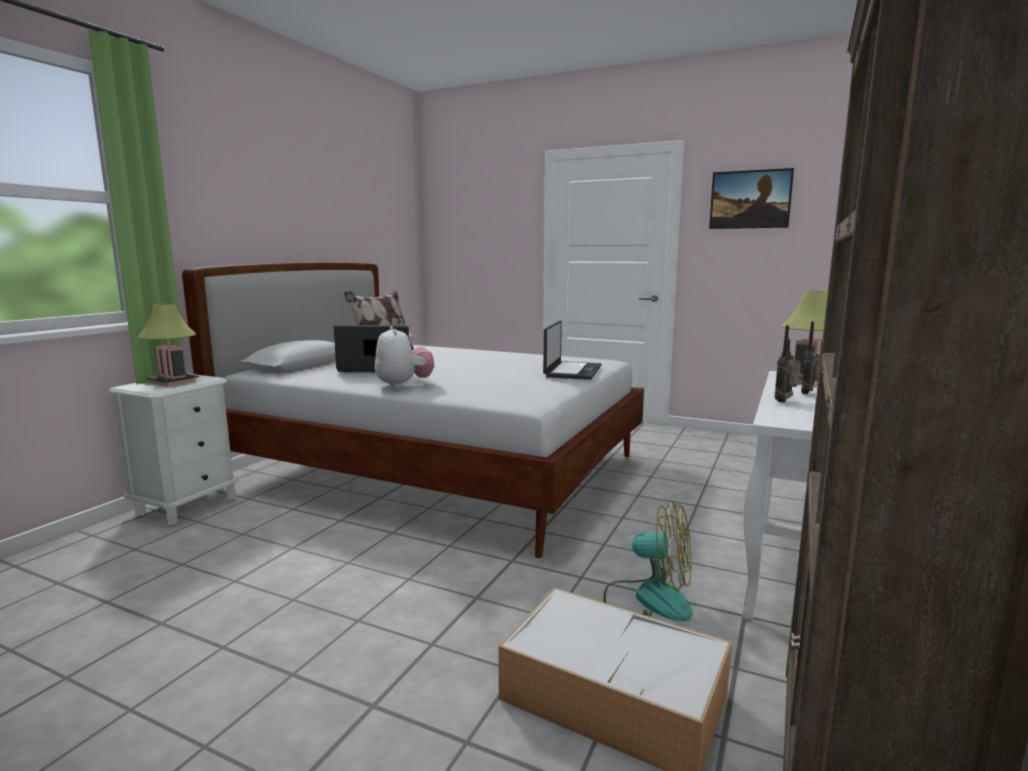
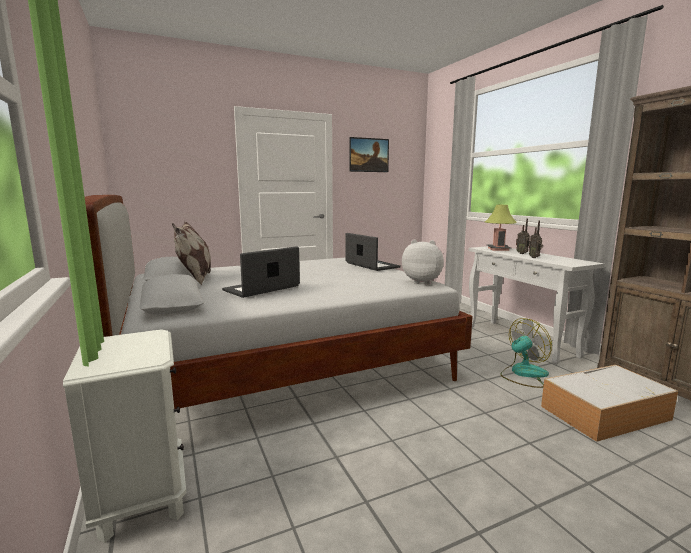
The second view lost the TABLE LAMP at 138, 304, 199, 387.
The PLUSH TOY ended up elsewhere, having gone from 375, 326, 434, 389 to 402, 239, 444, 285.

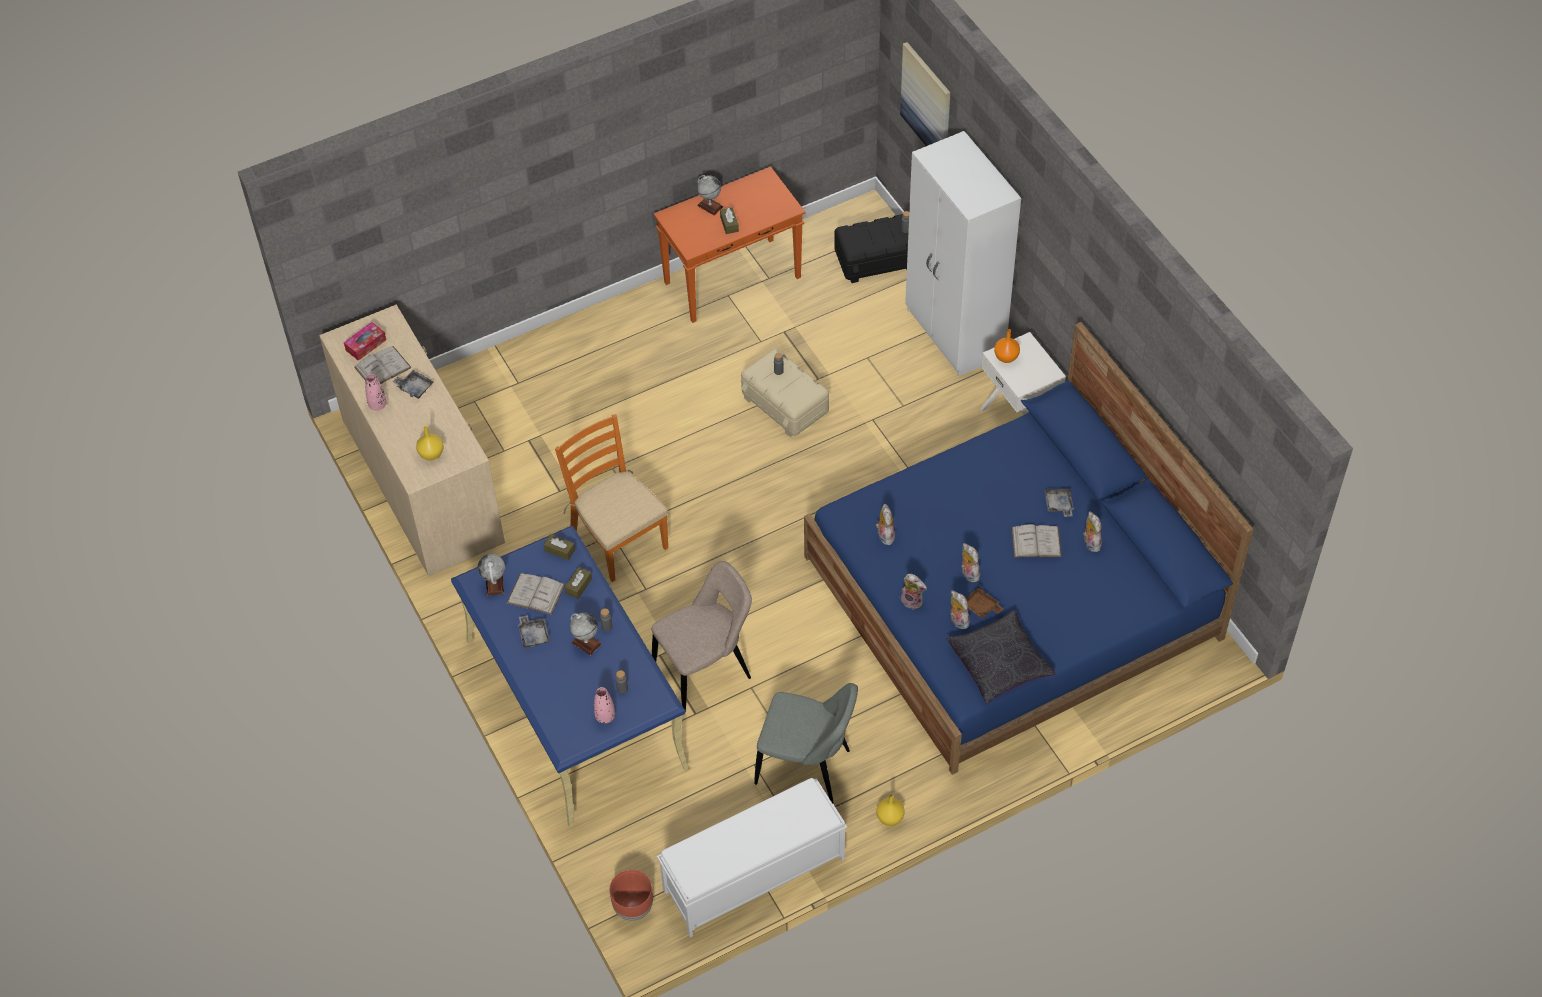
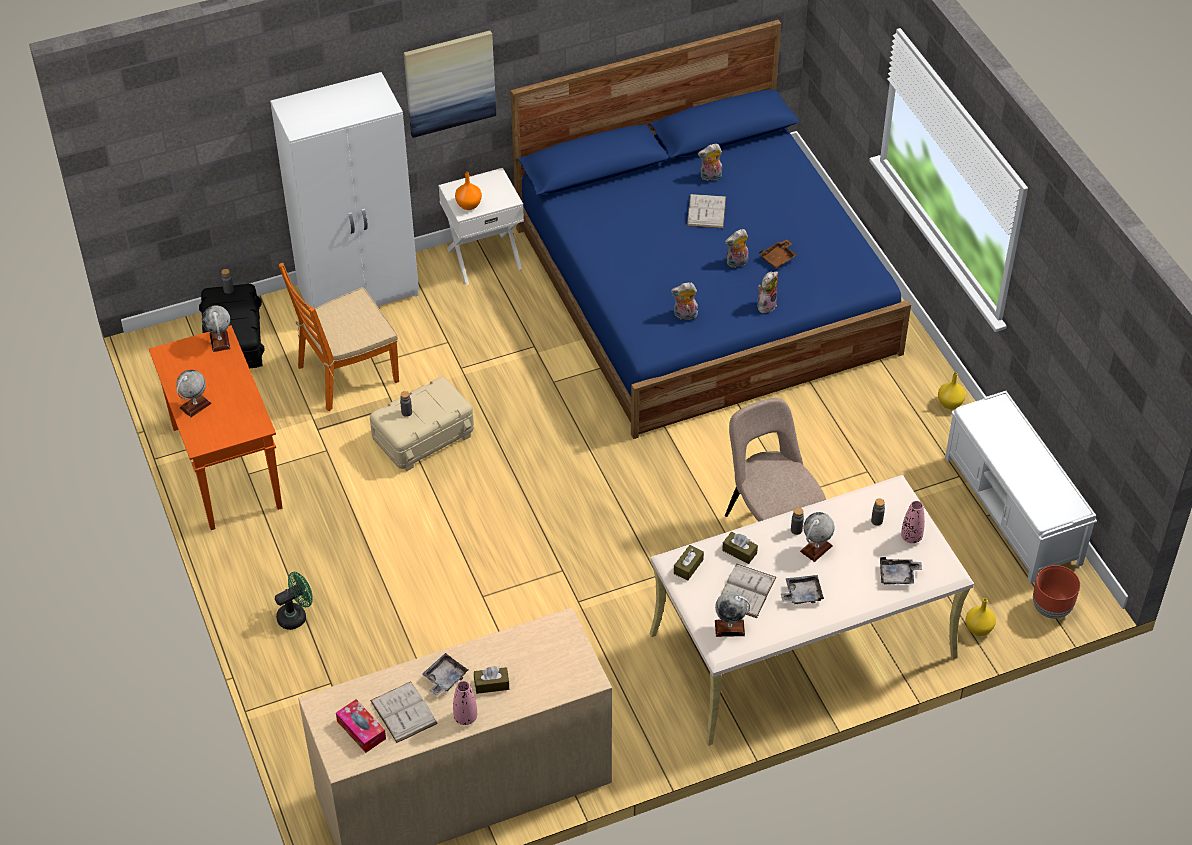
The YELLOW-COLOURED VASE ended up elsewhere, having gone from 416, 426, 444, 461 to 965, 598, 996, 636.
What was the BLUE-COLOURED DESK at 451, 525, 690, 827 turned into the BEIGE-COLOURED DESK at 650, 475, 974, 746.
The ORANGE UPRIGHT CHAIR ended up elsewhere, having gone from 555, 414, 668, 582 to 279, 263, 399, 411.
The BROWN-COLOURED TISSUE HOLDER ended up elsewhere, having gone from 720, 207, 739, 234 to 474, 666, 509, 694.
The second view lost the GREY UPRIGHT CHAIR at 754, 683, 858, 803.
The WALL ART ended up elsewhere, having gone from 900, 42, 950, 146 to 404, 31, 496, 138.
The second view lost the BLACKISH THROW PILLOW at 946, 610, 1056, 703.
The second view lost the PLUSH TOY at 950, 591, 970, 629.
The GREY TRAY ended up elsewhere, having gone from 1044, 488, 1074, 517 to 880, 557, 922, 584.
The second view gained the DESK GLOBE at 202, 305, 231, 352.
The second view gained the GREEN-COLOURED FAN at 275, 572, 313, 630.

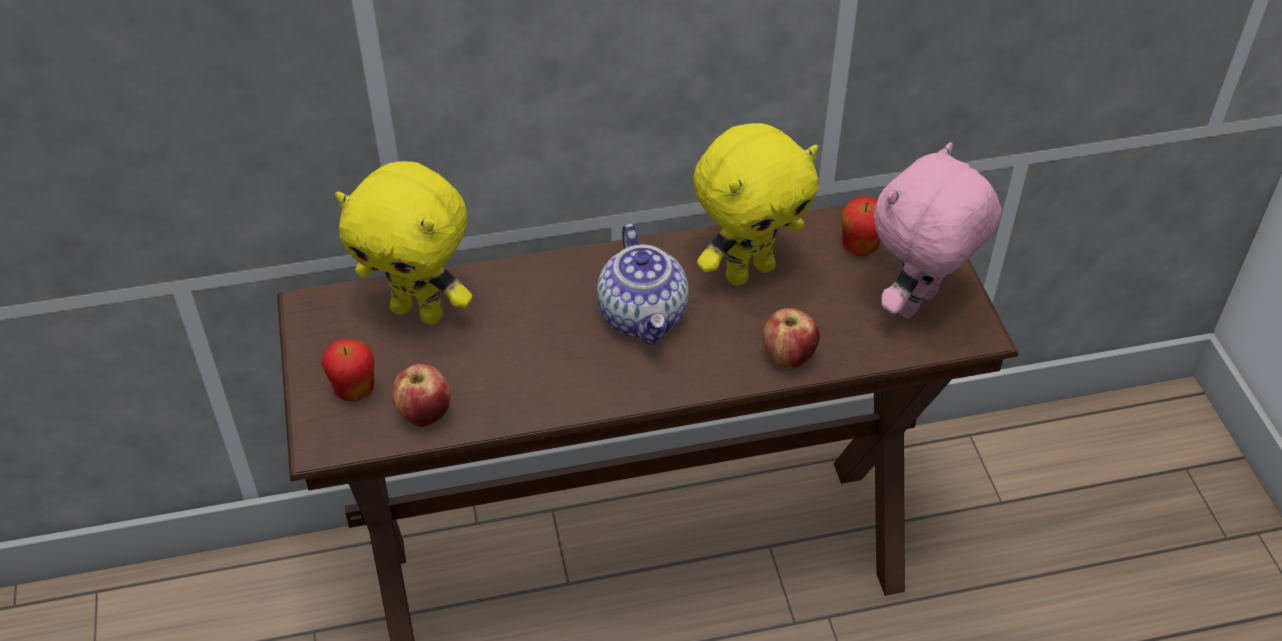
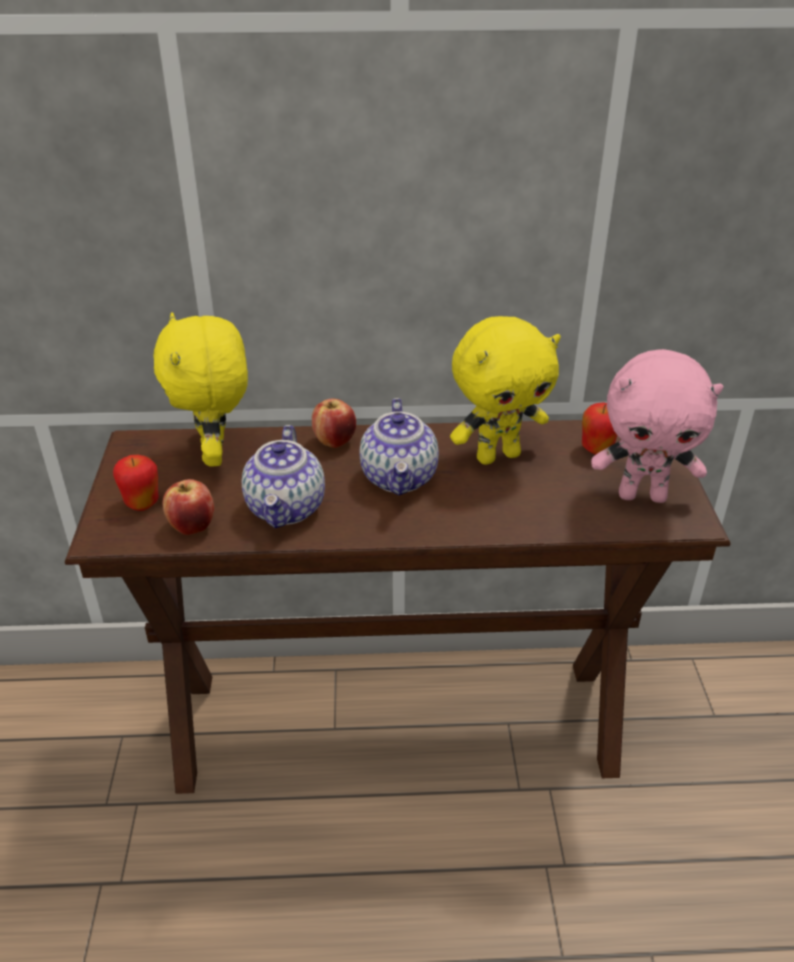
The YELLOW-COLOURED PLUSH TOY at 335, 161, 472, 325 ended up facing another way, 45 degrees clockwise from before.
The APPLE FRUIT ended up elsewhere, having gone from 762, 308, 820, 369 to 312, 399, 356, 448.
The PINK PLUSH TOY at 874, 142, 1002, 319 ended up facing another way, 135 degrees counterclockwise from before.
The second view gained the TEAPOT at 242, 425, 325, 528.

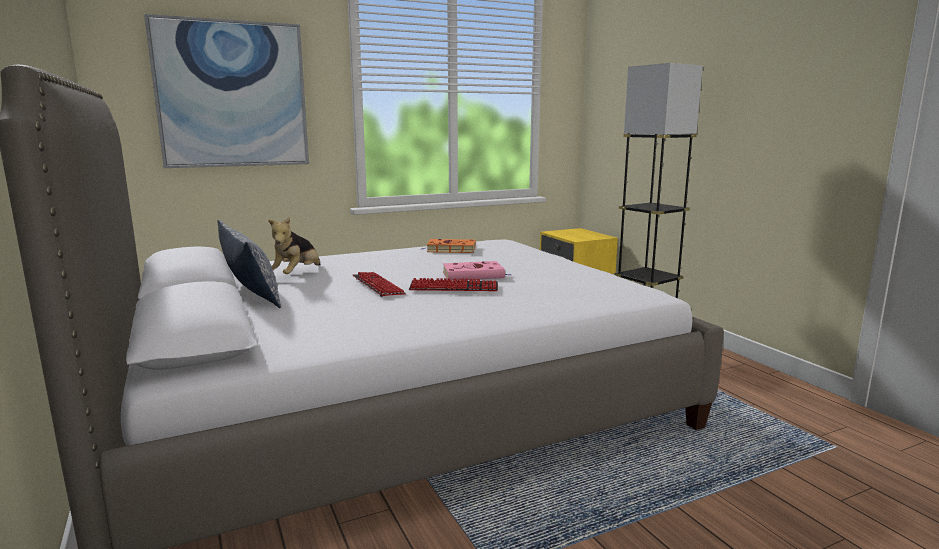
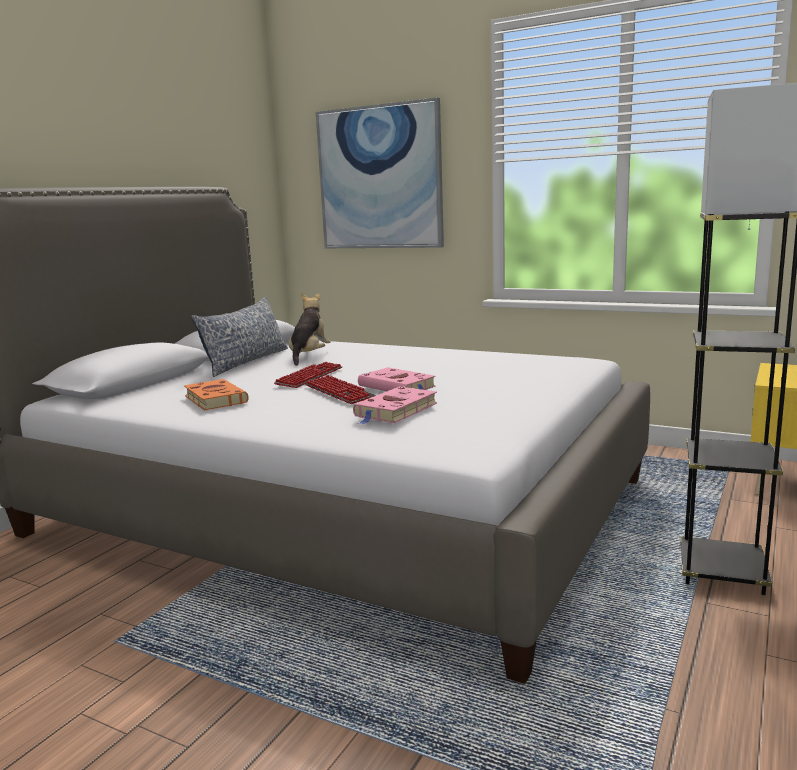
The PLUSH TOY at 268, 217, 320, 274 ended up facing another way, 120 degrees clockwise from before.
The ORANGE VOLUME ended up elsewhere, having gone from 420, 239, 475, 253 to 184, 379, 249, 410.
The second view gained the PINK VOLUME at 353, 386, 437, 424.

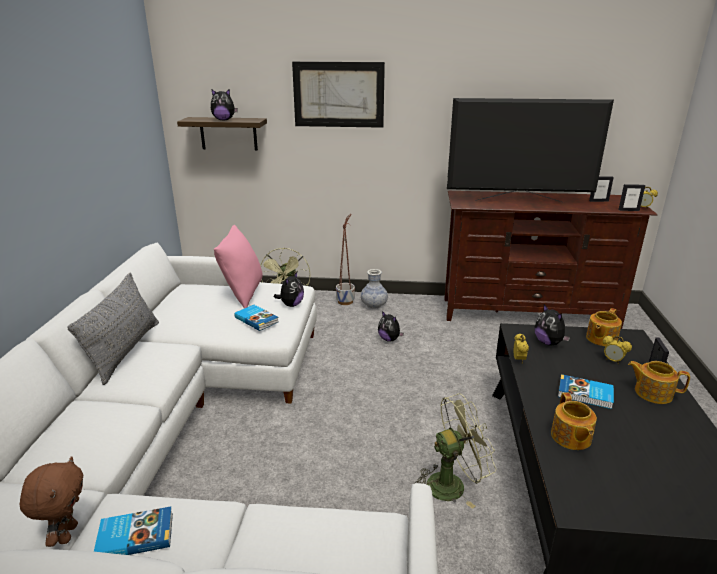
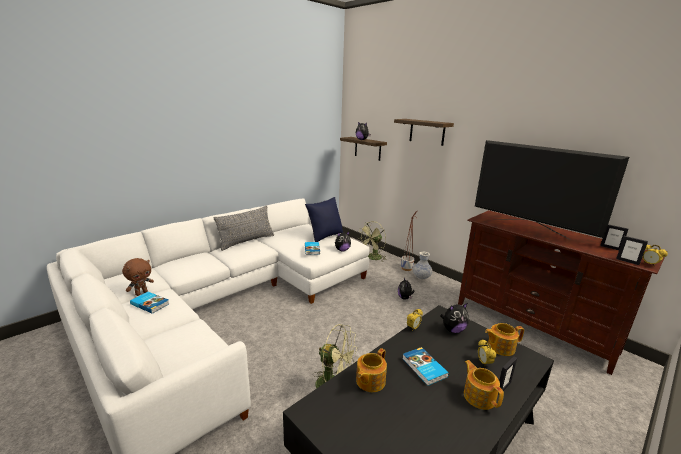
What was the PINK THROW PILLOW at 214, 225, 263, 308 turned into the BLUE-COLOURED THROW PILLOW at 305, 197, 343, 242.
Where the WALL ART hung at 292, 62, 385, 128, the SHELF came to hang at 394, 119, 454, 146.
The PLUSH TOY at 534, 304, 570, 346 ended up facing another way, 120 degrees counterclockwise from before.

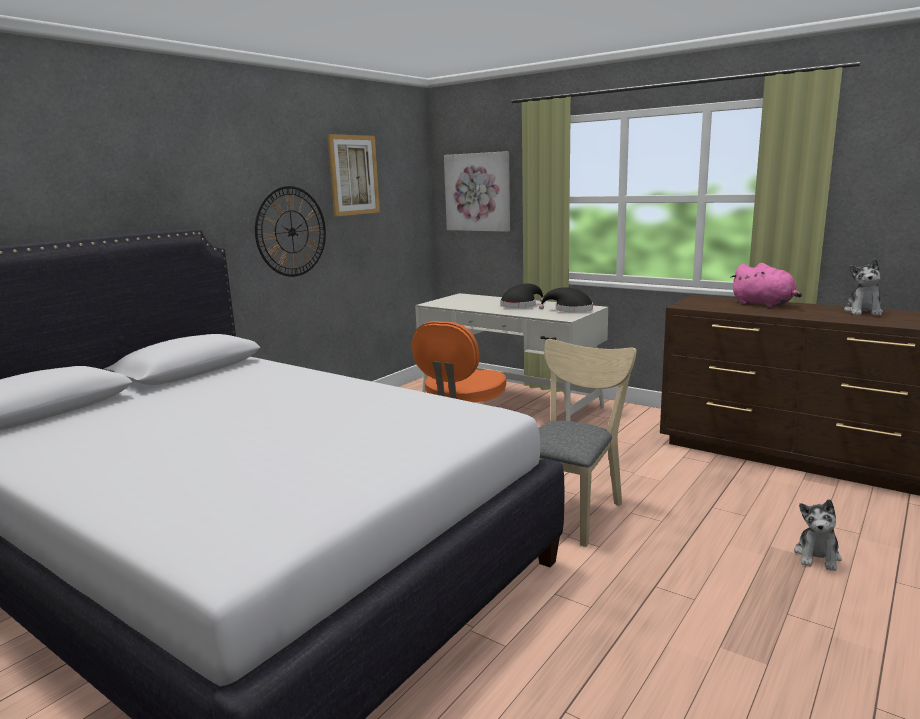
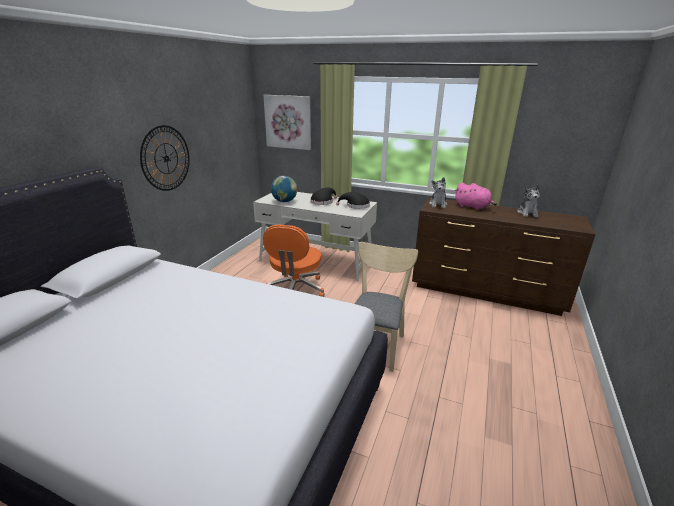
The second view lost the WALL ART at 327, 134, 380, 216.
The PLUSH TOY ended up elsewhere, having gone from 794, 499, 842, 571 to 429, 177, 447, 208.
The second view gained the DESK GLOBE at 271, 176, 297, 202.

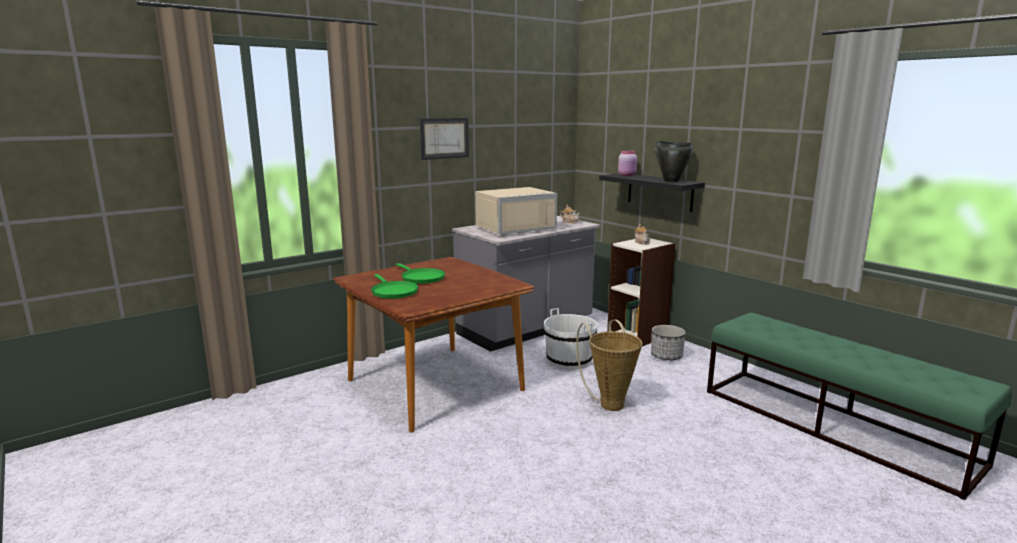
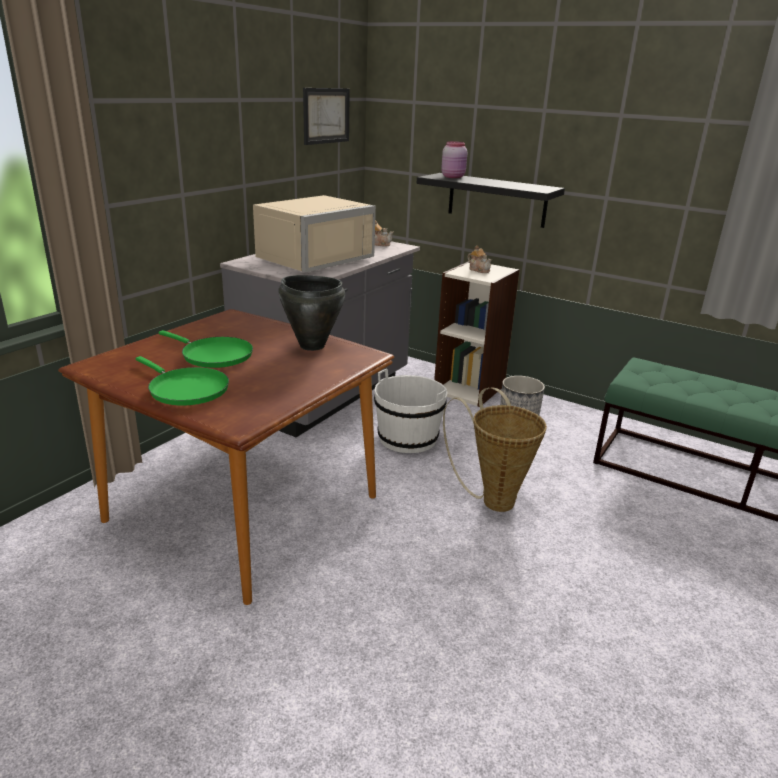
The WALL ART ended up elsewhere, having gone from 420, 118, 469, 160 to 303, 88, 350, 145.
The BLACKISH STOCKPOT ended up elsewhere, having gone from 655, 141, 694, 182 to 278, 275, 345, 351.

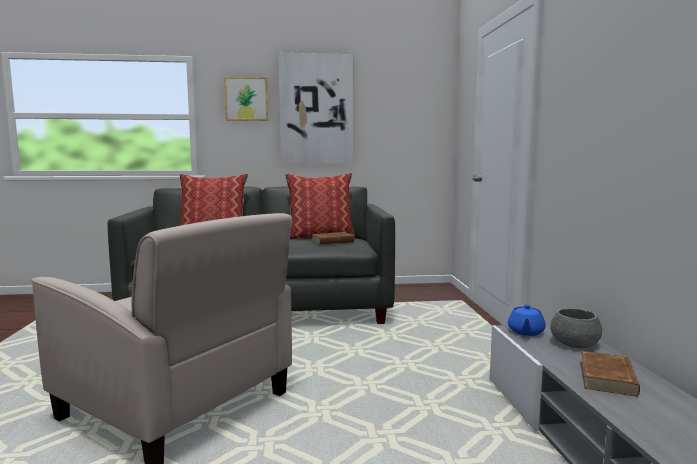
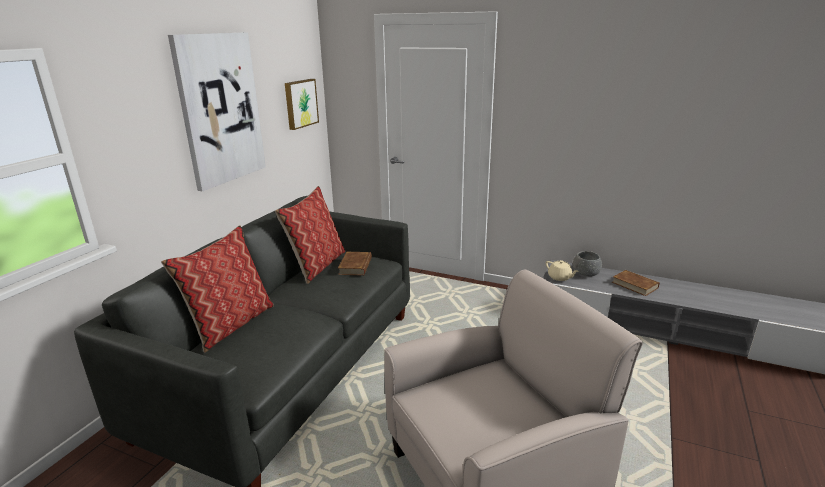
The WALL ART ended up elsewhere, having gone from 224, 77, 268, 121 to 285, 79, 319, 130.
What was the BLUE-COLOURED TEAPOT at 508, 304, 546, 336 turned into the BEIGE-COLOURED TEAPOT at 546, 260, 578, 281.

